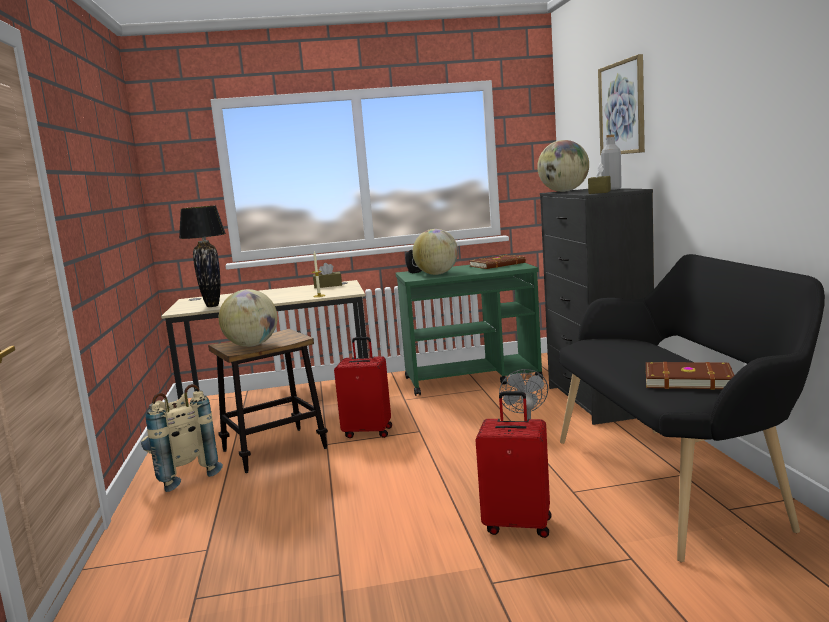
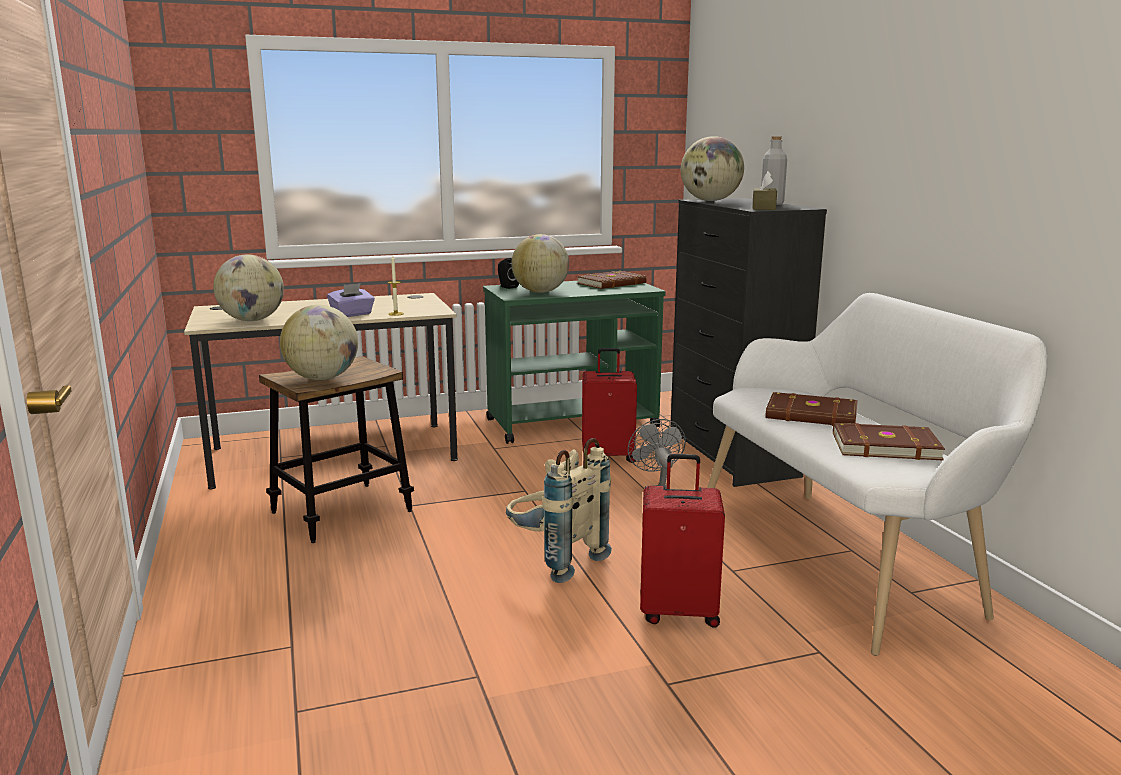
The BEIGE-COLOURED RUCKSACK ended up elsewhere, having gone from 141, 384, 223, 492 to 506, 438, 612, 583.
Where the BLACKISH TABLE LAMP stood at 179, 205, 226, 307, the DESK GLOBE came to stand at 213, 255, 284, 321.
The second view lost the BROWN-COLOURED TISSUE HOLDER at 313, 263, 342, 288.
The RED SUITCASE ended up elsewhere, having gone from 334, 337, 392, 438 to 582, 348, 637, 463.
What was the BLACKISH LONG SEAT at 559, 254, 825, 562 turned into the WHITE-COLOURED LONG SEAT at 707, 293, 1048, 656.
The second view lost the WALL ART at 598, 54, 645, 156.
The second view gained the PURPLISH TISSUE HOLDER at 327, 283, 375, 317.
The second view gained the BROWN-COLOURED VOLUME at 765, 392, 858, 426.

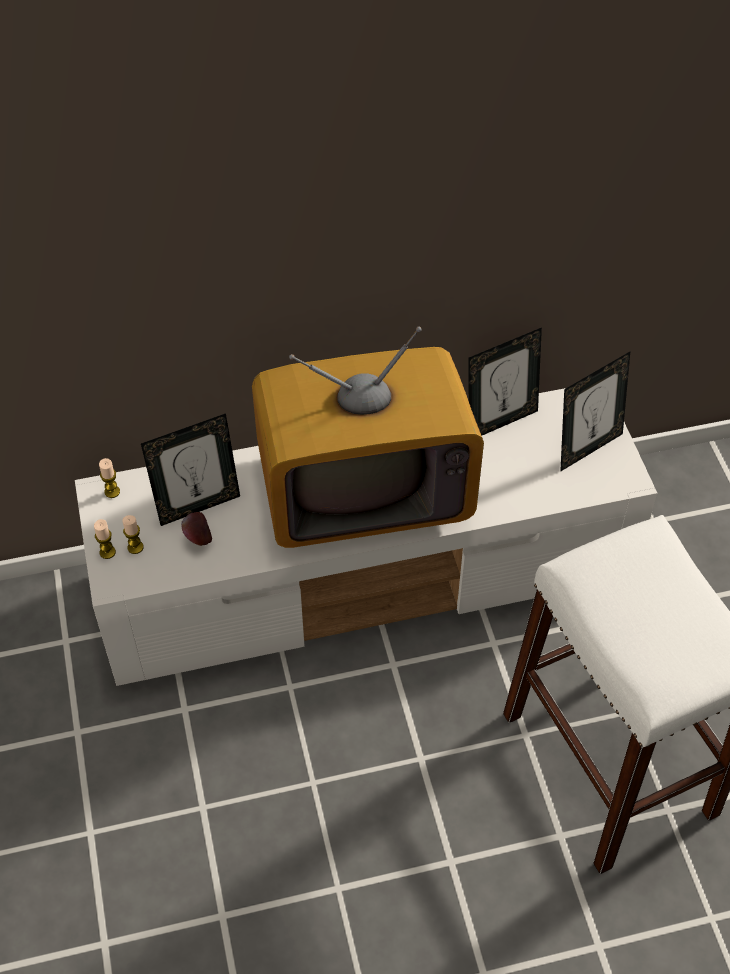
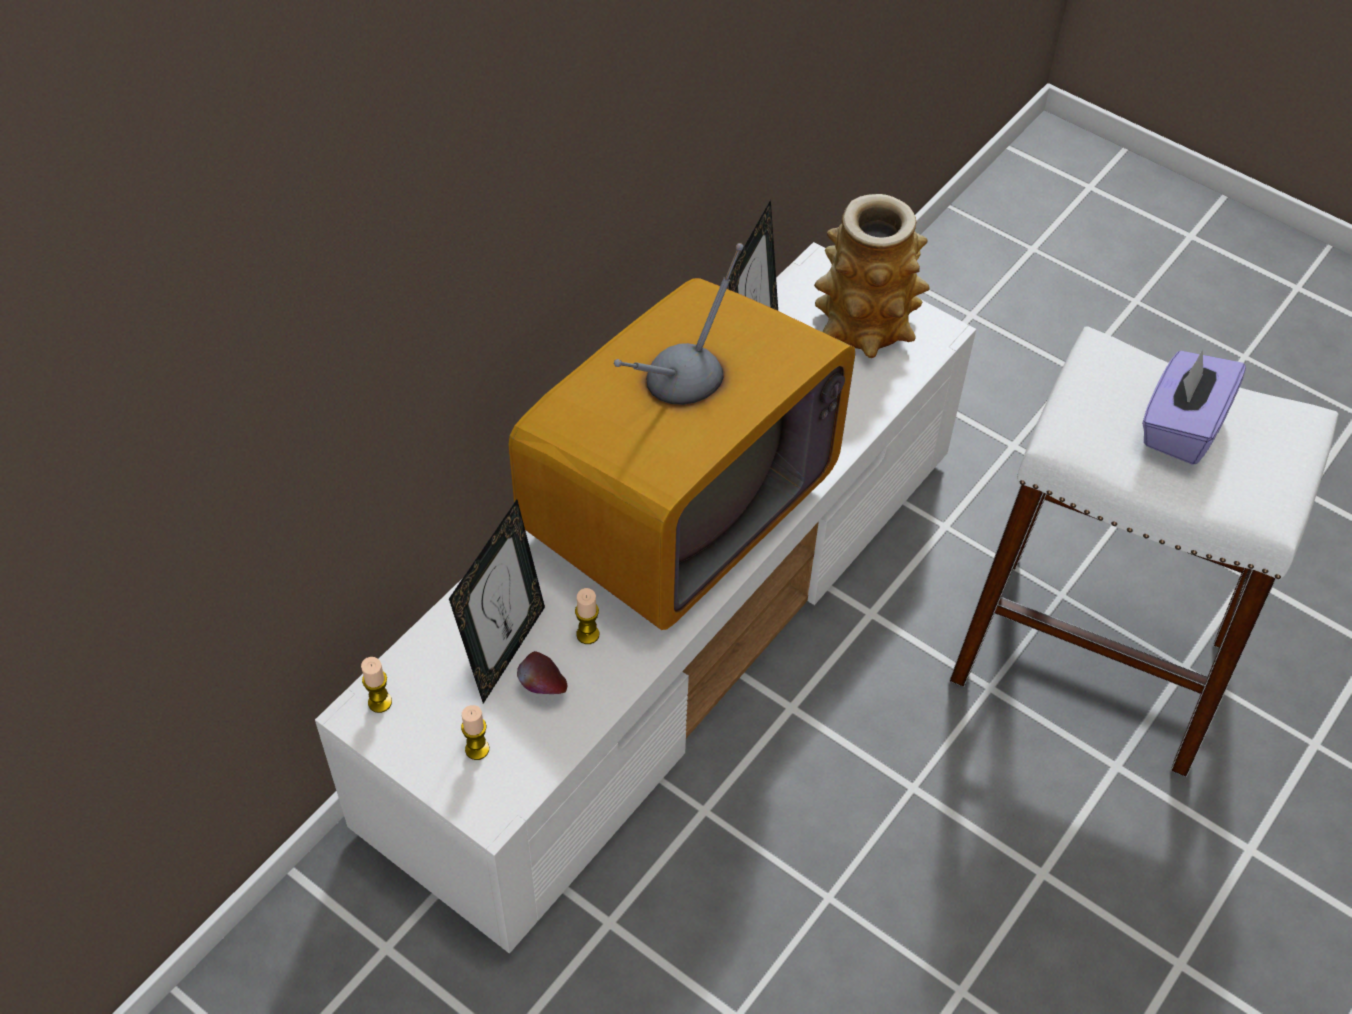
The WAX CANDLE ended up elsewhere, having gone from 94, 519, 116, 559 to 575, 588, 599, 644.
Where the PHOTO FRAME stood at 560, 352, 630, 472, the VASE came to stand at 814, 194, 930, 358.
The second view gained the PURPLISH TISSUE HOLDER at 1142, 349, 1246, 465.

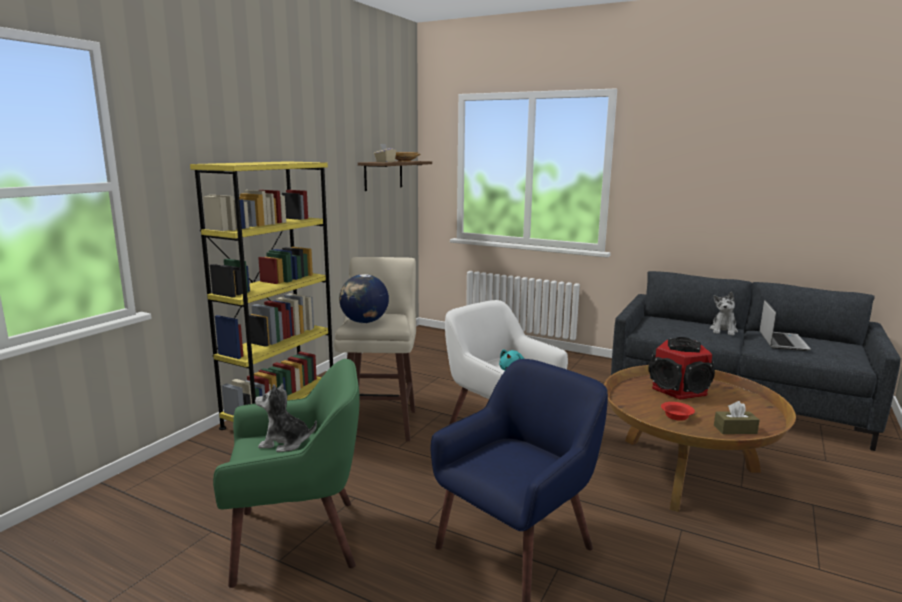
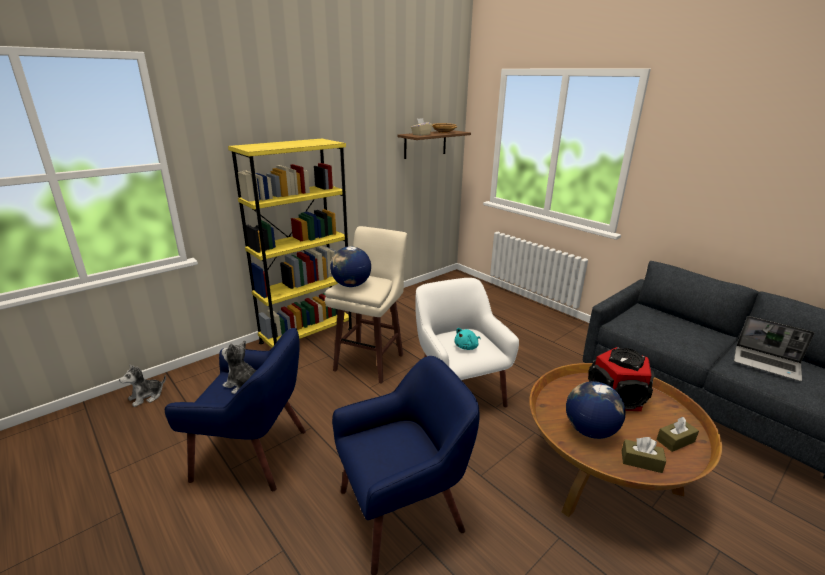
What was the GREEN-COLOURED EASY CHAIR at 213, 359, 360, 588 turned into the BLUE-COLOURED EASY CHAIR at 165, 328, 306, 491.
Where the RED DEEP DISH stood at 661, 402, 695, 421, the DESK GLOBE came to stand at 566, 381, 626, 439.
The PLUSH TOY ended up elsewhere, having gone from 710, 292, 738, 336 to 119, 364, 166, 407.
The LAPTOP at 760, 300, 811, 351 ended up facing another way, 90 degrees clockwise from before.
The second view gained the BROWN-COLOURED TISSUE HOLDER at 656, 417, 699, 452.

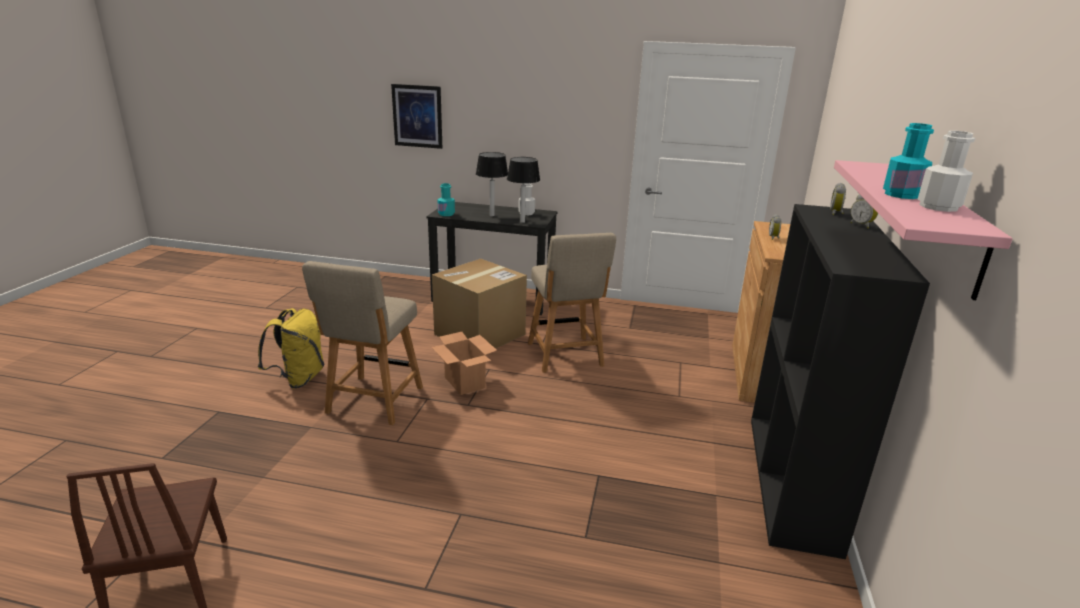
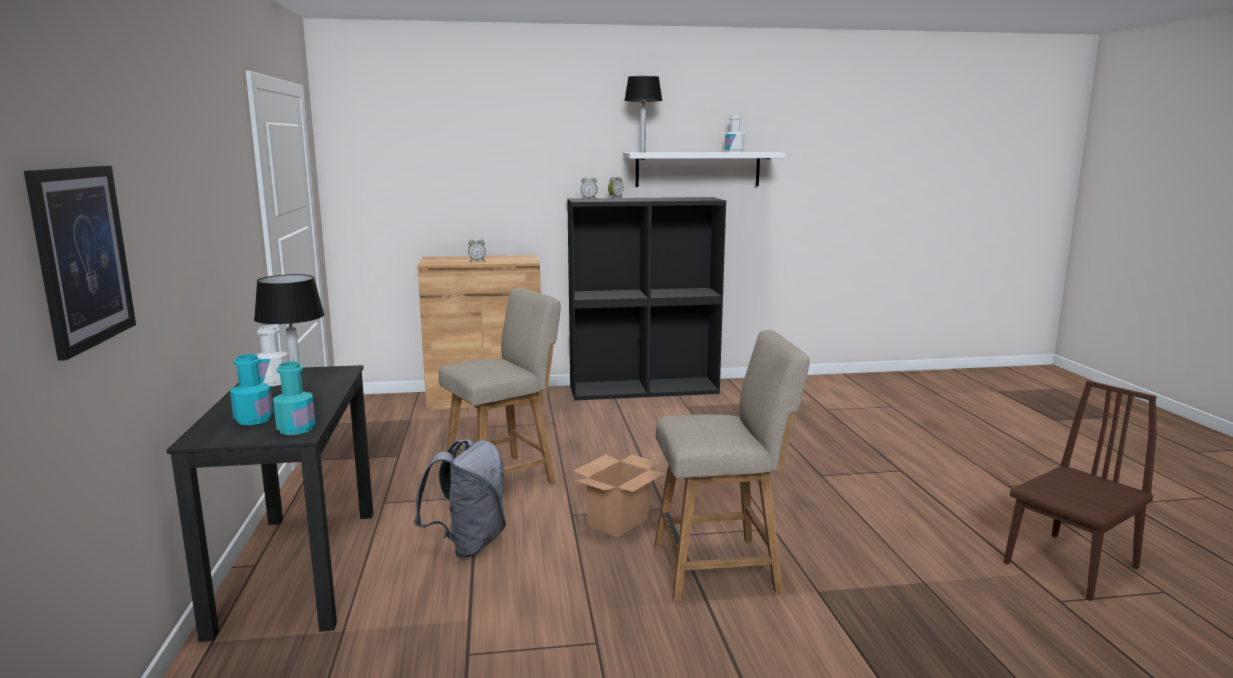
The second view lost the YELLOW-COLOURED RUCKSACK at 258, 308, 325, 389.
Where the CARTON stood at 432, 259, 527, 349, the GREY RUCKSACK came to stand at 414, 439, 506, 558.
The TABLE LAMP ended up elsewhere, having gone from 507, 157, 540, 223 to 624, 76, 663, 153.
What was the PINK SHELF at 834, 160, 1013, 300 turned into the WHITE-COLOURED SHELF at 623, 152, 786, 187.
The TURQUOISE BEVERAGE BOTTLE ended up elsewhere, having gone from 883, 123, 934, 199 to 230, 354, 273, 425.

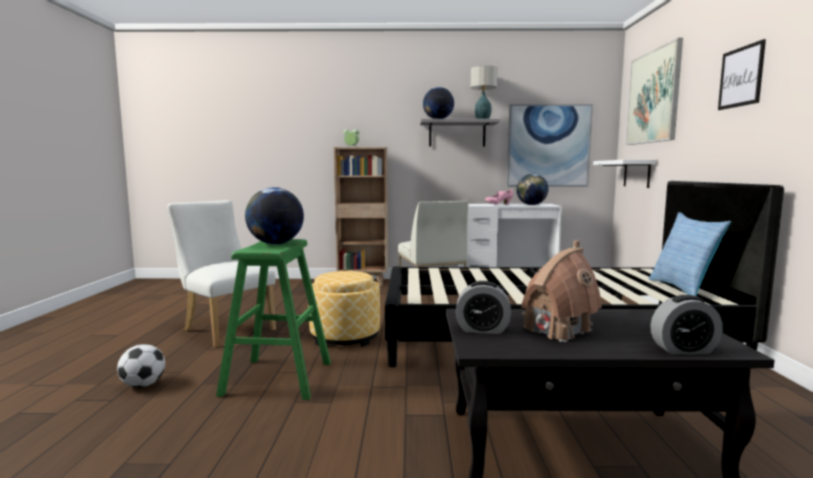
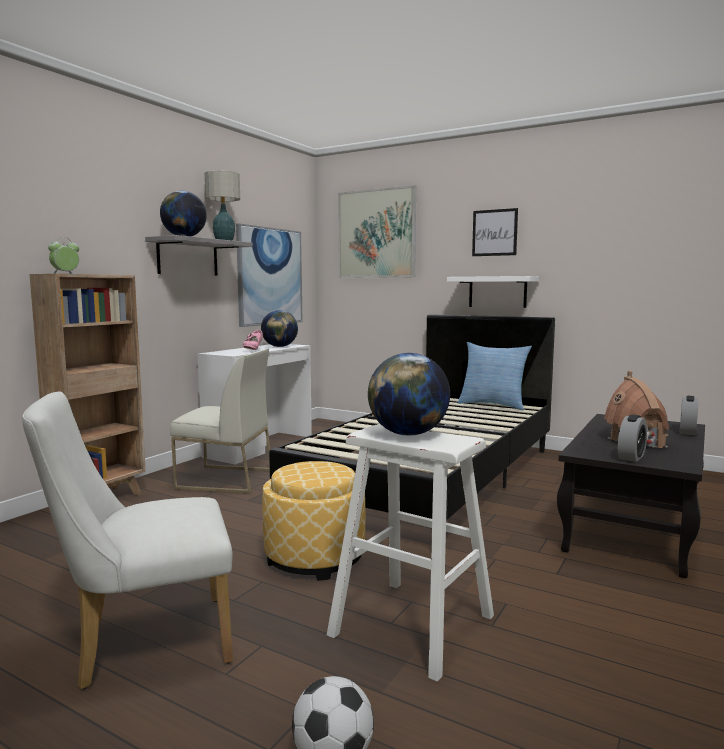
What was the GREEN-COLOURED SITTING STOOL at 216, 239, 331, 400 turned into the WHITE-COLOURED SITTING STOOL at 327, 424, 494, 682.
The WHITE-COLOURED SHELF ended up elsewhere, having gone from 593, 160, 656, 188 to 447, 276, 539, 308.

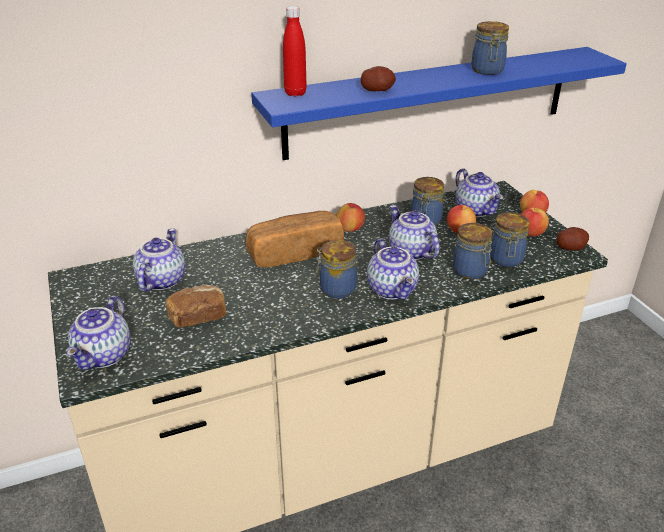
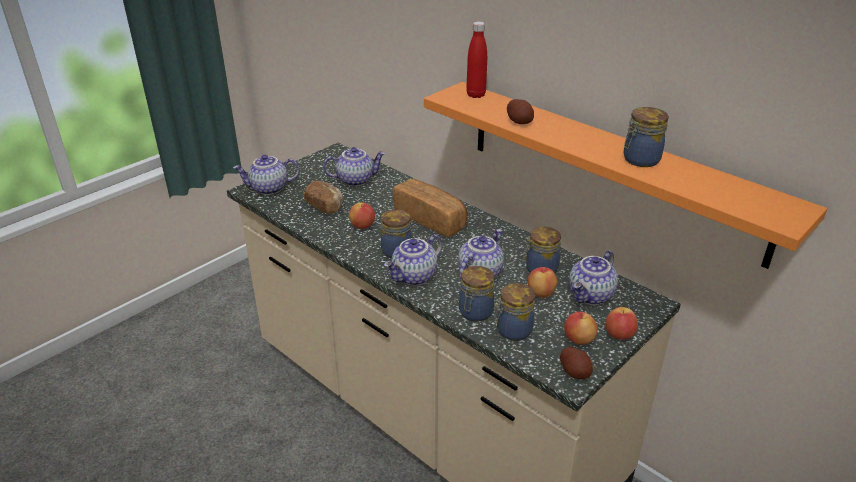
What was the BLUE-COLOURED SHELF at 251, 47, 627, 160 turned into the ORANGE SHELF at 424, 82, 827, 269.
The APPLE FRUIT ended up elsewhere, having gone from 336, 203, 365, 232 to 349, 203, 375, 229.

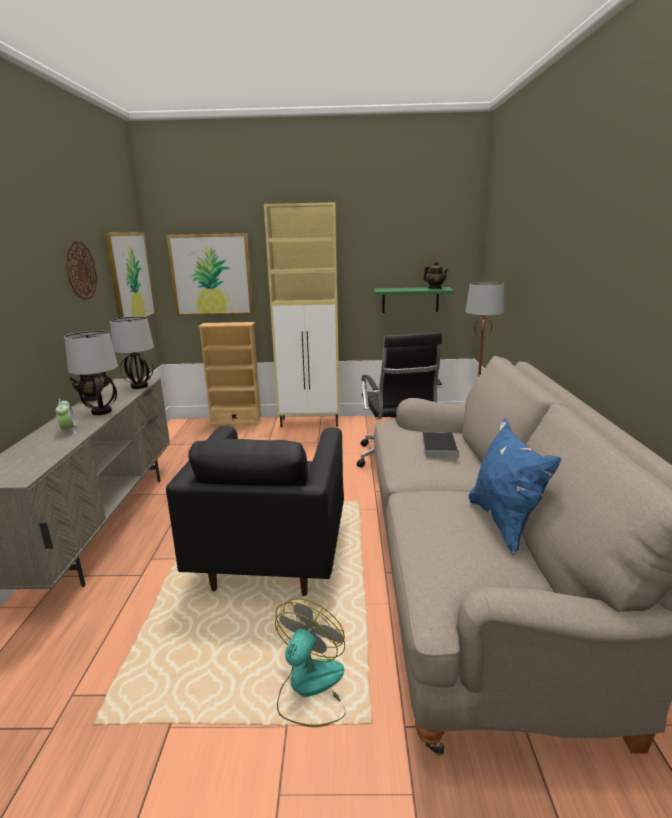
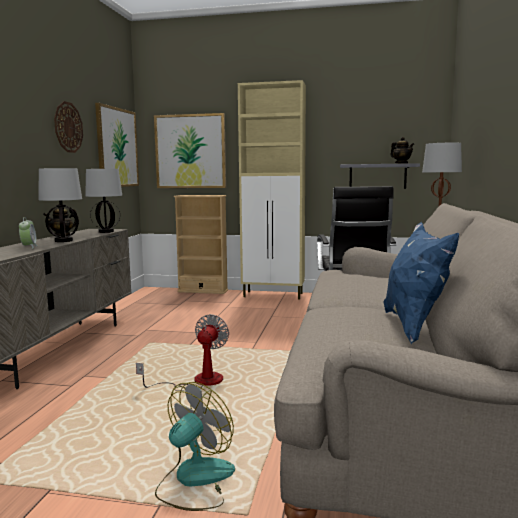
Where the BLACKISH EASY CHAIR stood at 166, 426, 344, 596, the FAN came to stand at 136, 314, 229, 391.
What was the GREEN-COLOURED SHELF at 373, 287, 454, 313 turned into the GREY SHELF at 340, 163, 420, 189.
The second view lost the VOLUME at 422, 432, 459, 458.

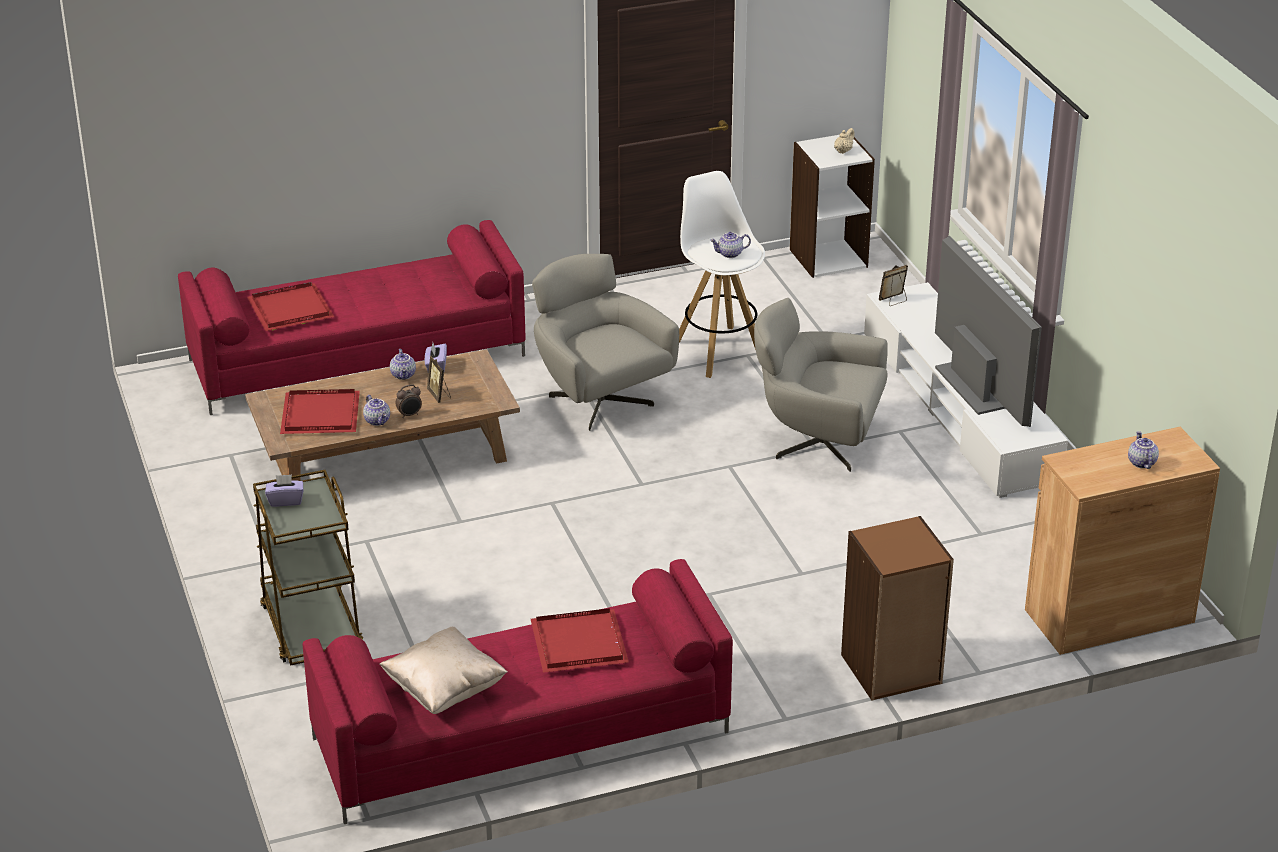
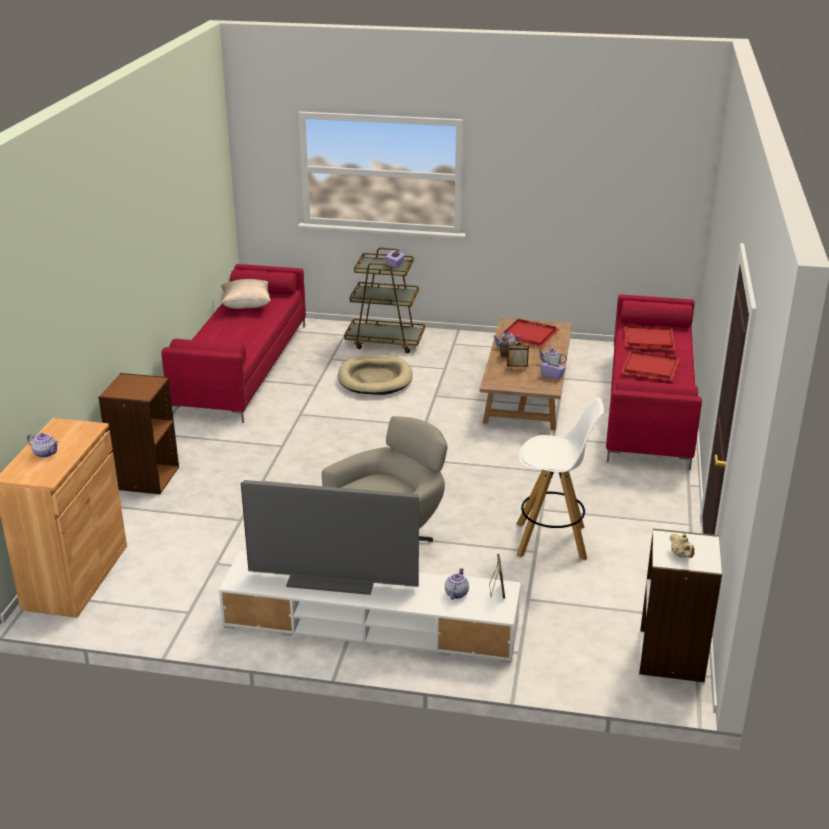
The RED TRAY ended up elsewhere, having gone from 531, 608, 629, 673 to 621, 350, 680, 381.
The second view lost the GREY EASY CHAIR at 532, 254, 679, 431.
The TEAPOT ended up elsewhere, having gone from 710, 232, 751, 258 to 445, 568, 469, 599.
The second view gained the BEIGE-COLOURED PET BED at 338, 355, 413, 395.

